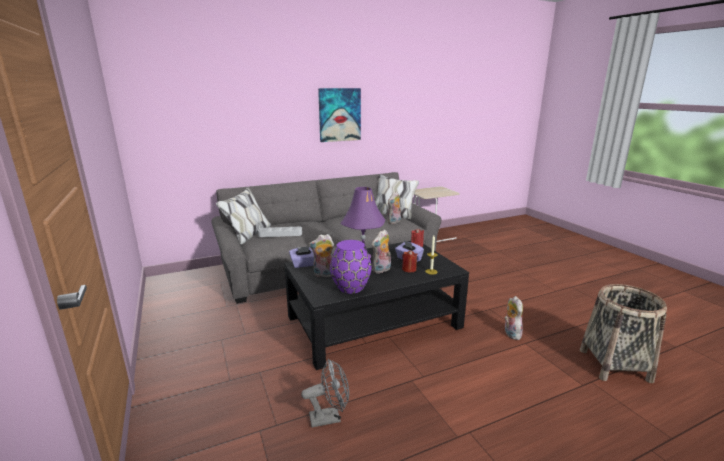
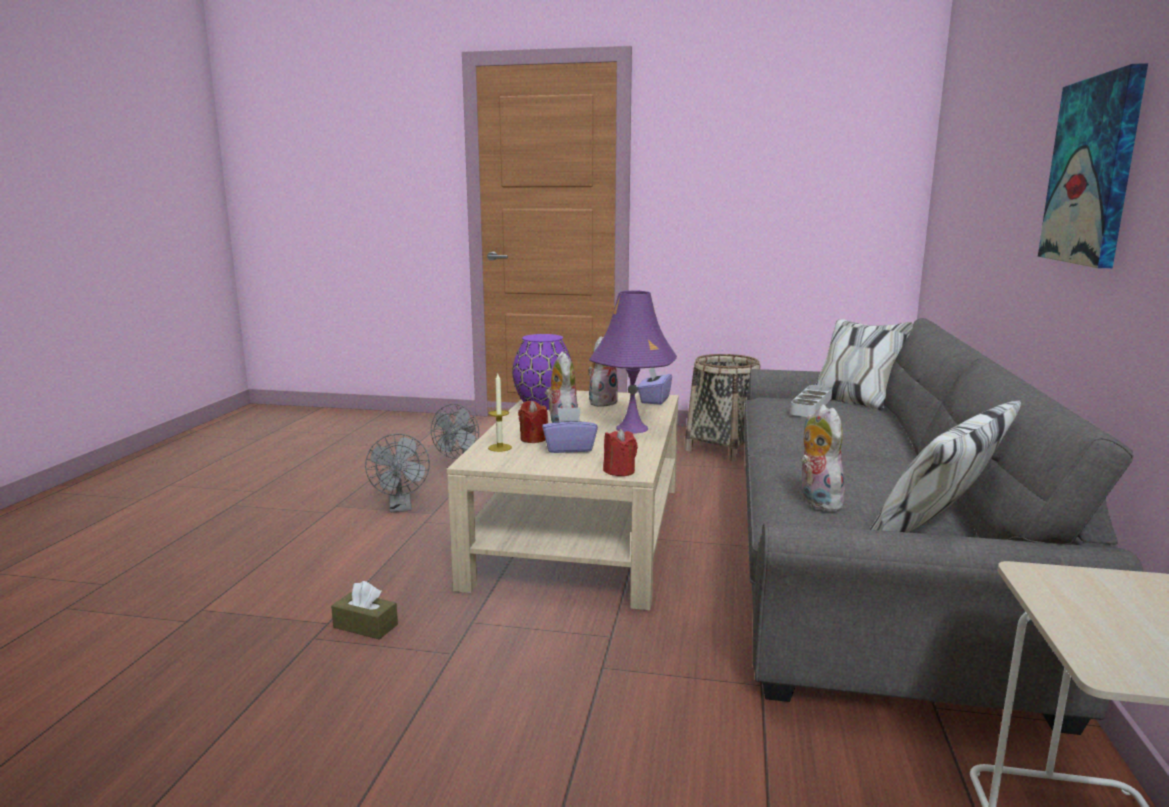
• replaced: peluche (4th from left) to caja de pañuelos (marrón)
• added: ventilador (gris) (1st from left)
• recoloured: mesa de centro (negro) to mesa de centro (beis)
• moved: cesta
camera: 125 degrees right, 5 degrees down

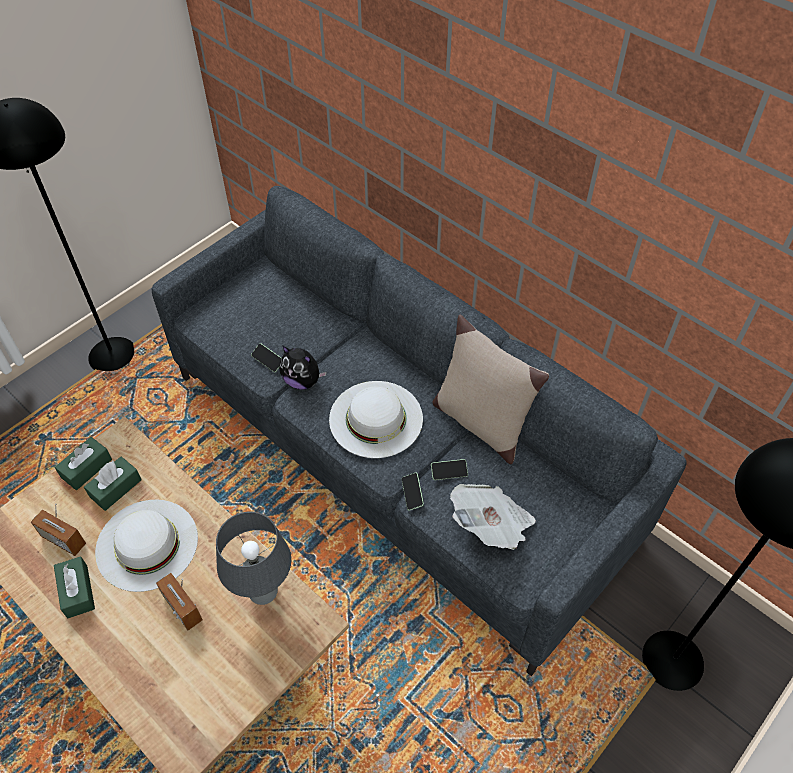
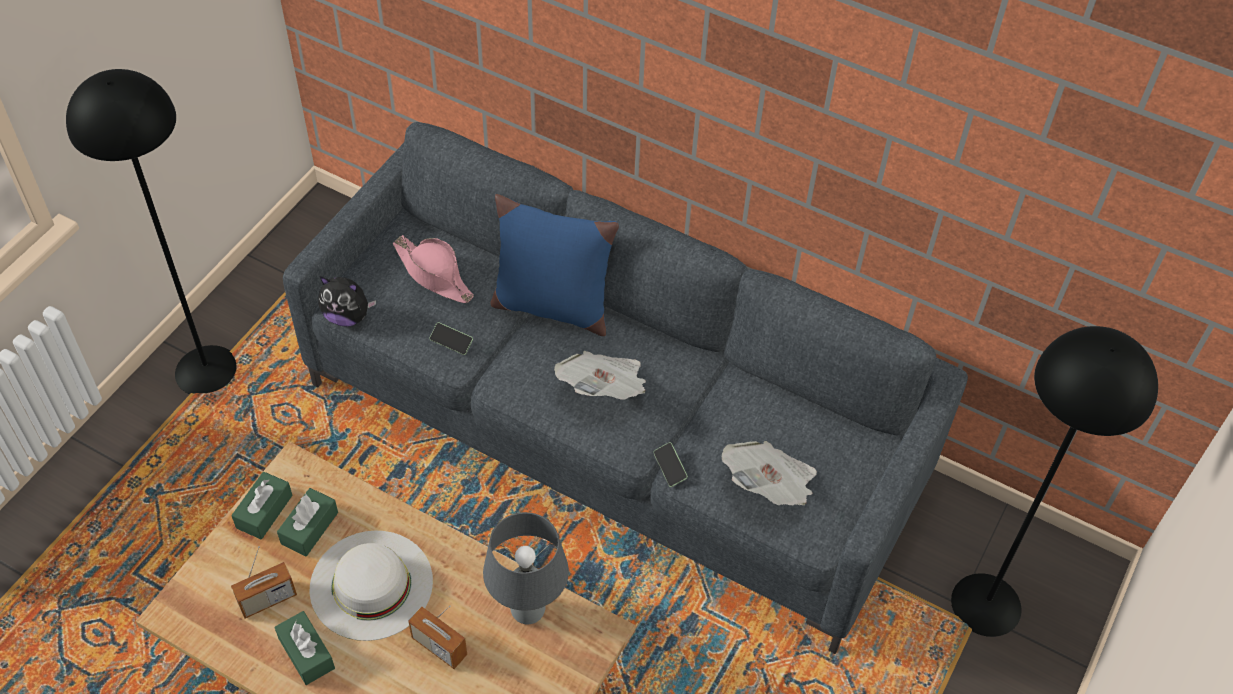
• turned: radio (1st from left) 45 degrees counterclockwise
• moved: peluche
• added: sombrero (rosa)
• added: cojín (azul)
• replaced: sombrero (blanco) (2nd from left) to periódico (1st from left)
• removed: móvil (3rd from left)
• removed: cojín (beis)
camera: 15 degrees left, 0 degrees up

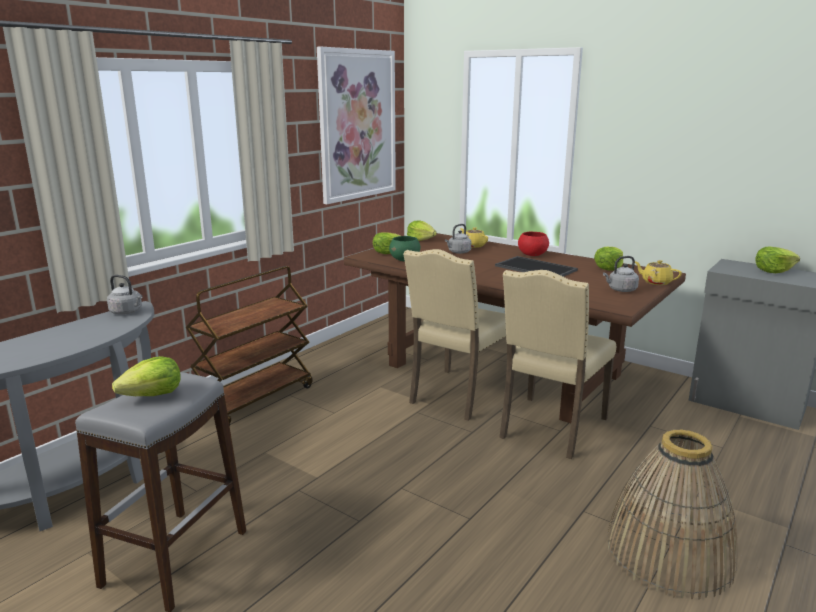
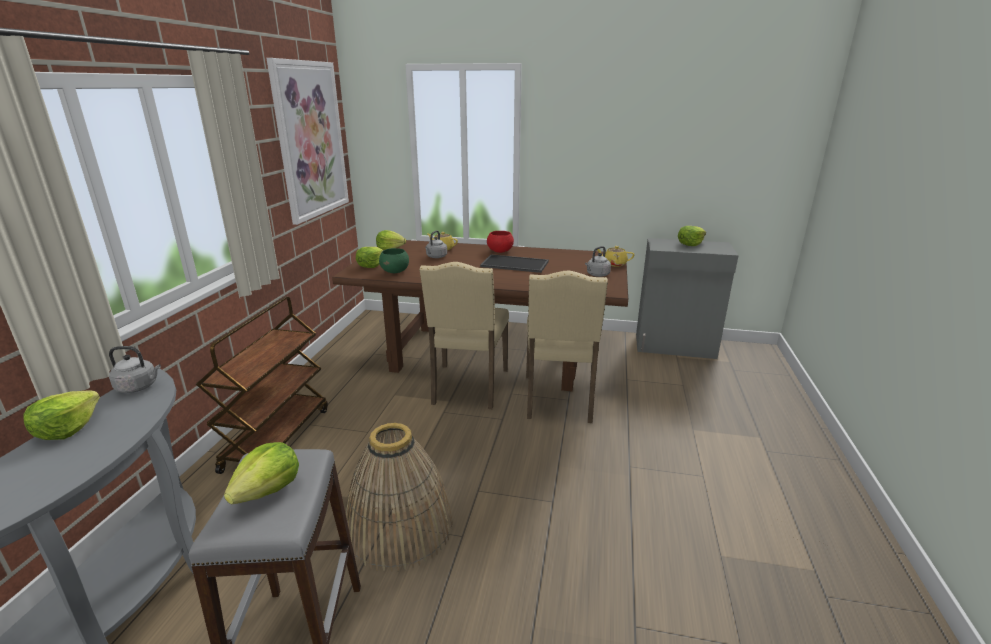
• moved: lechuga (4th from left in the first image) to lechuga (1st from left)
• moved: cesta
camera: 25 degrees left, 5 degrees up

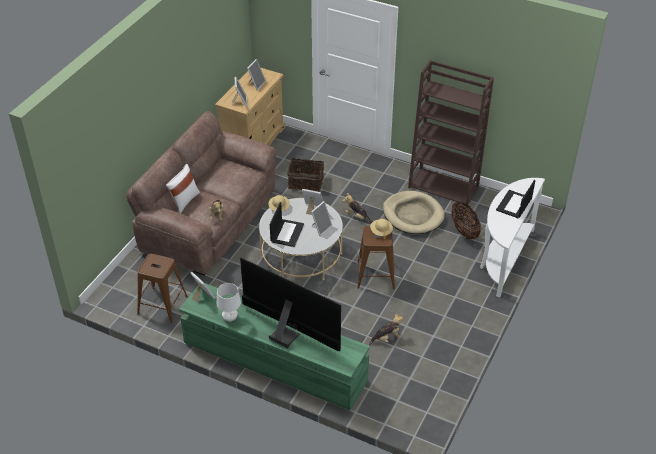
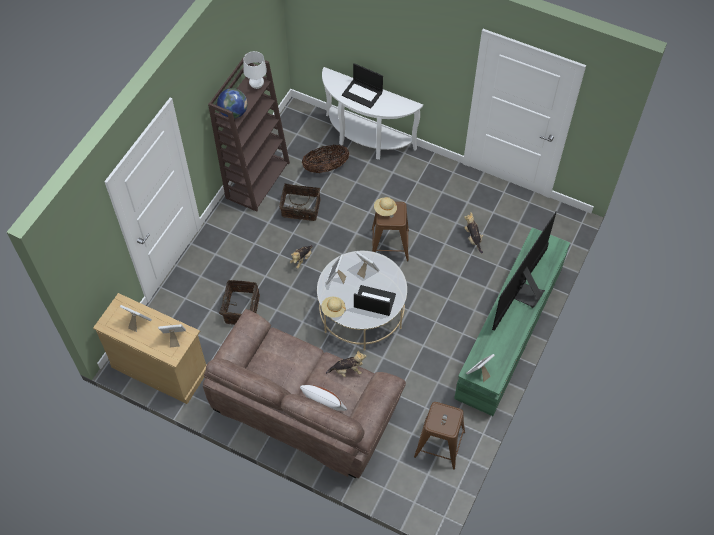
• added: globo terráqueo
• moved: lámpara de mesa (blanco)
• replaced: cama para perro (beis) to cesta (2nd from left)
camera: 90 degrees left, 15 degrees up

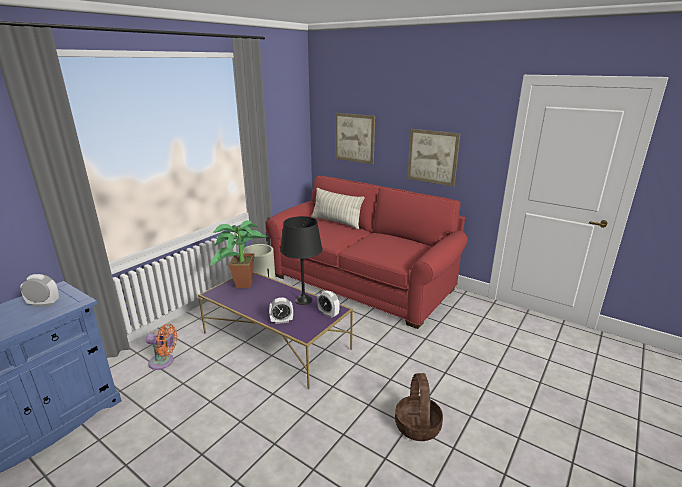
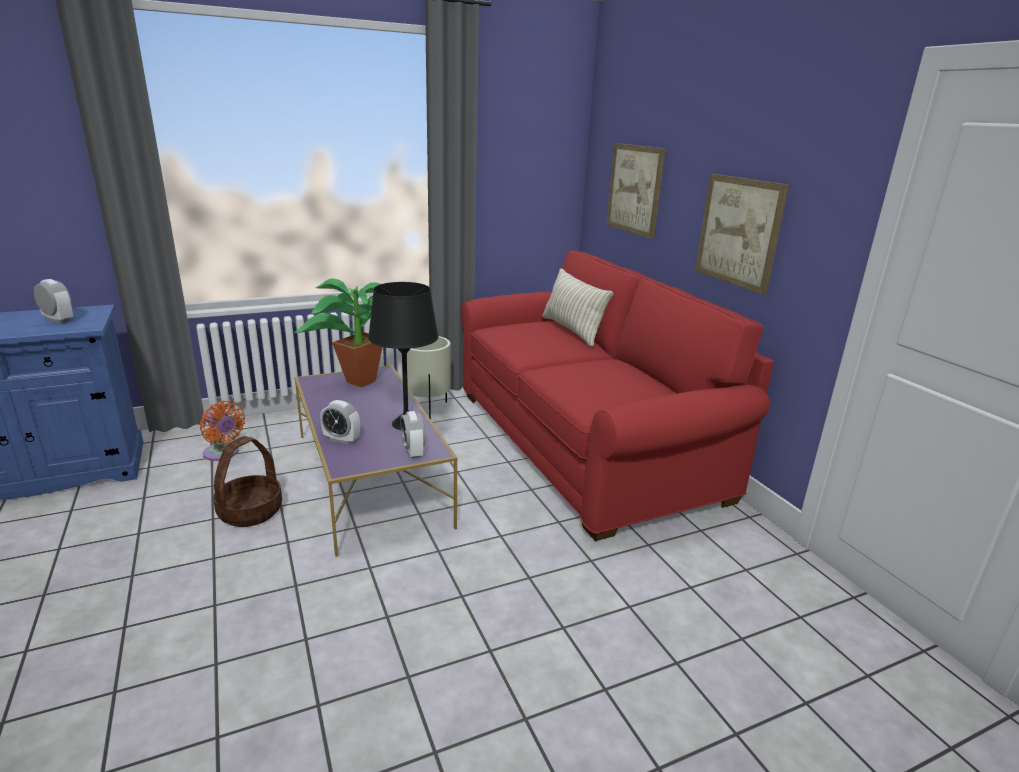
• moved: cesta
camera: 30 degrees right, 0 degrees up

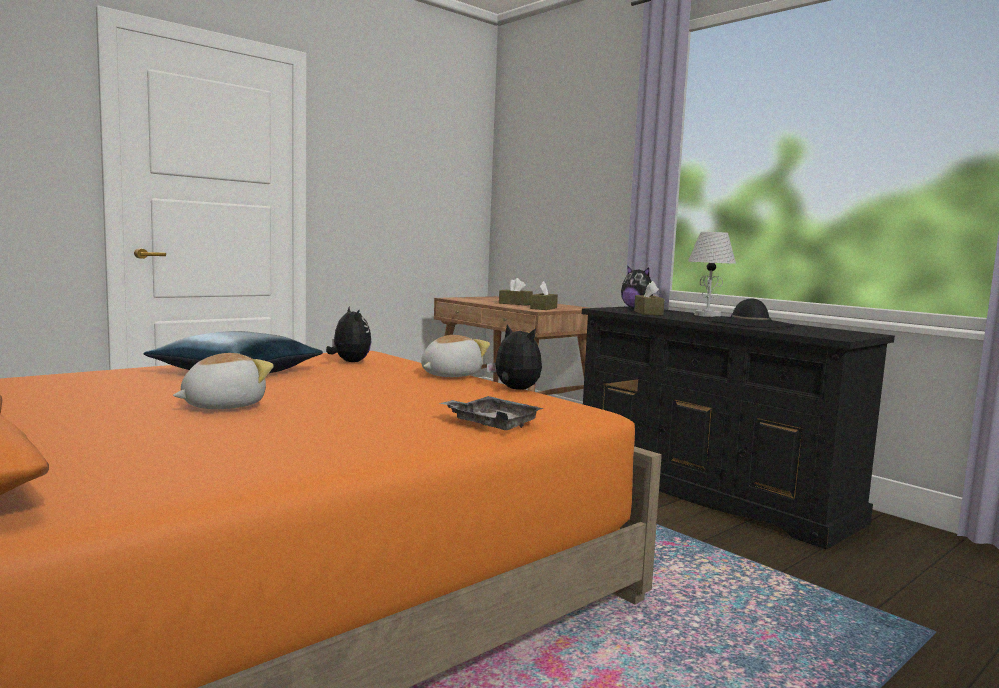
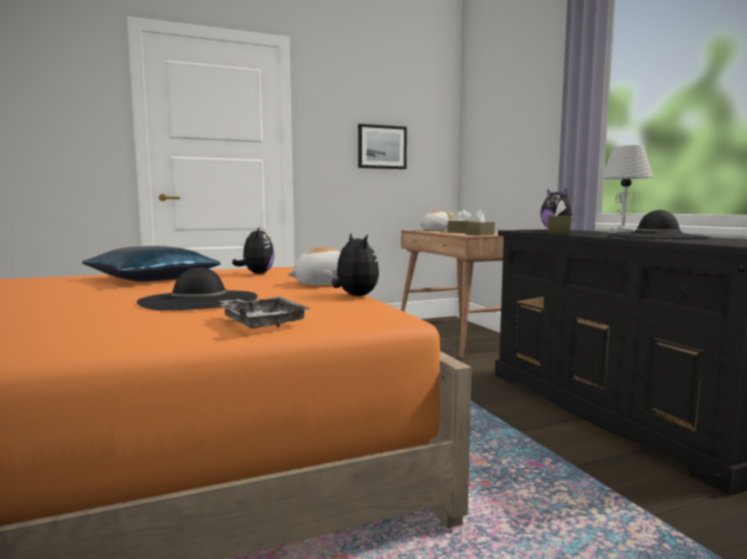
• added: sombrero (negro) (1st from left)
• added: cuadro
• moved: peluche (1st from left in the first image) to peluche (4th from left)
camera: 20 degrees right, 0 degrees up

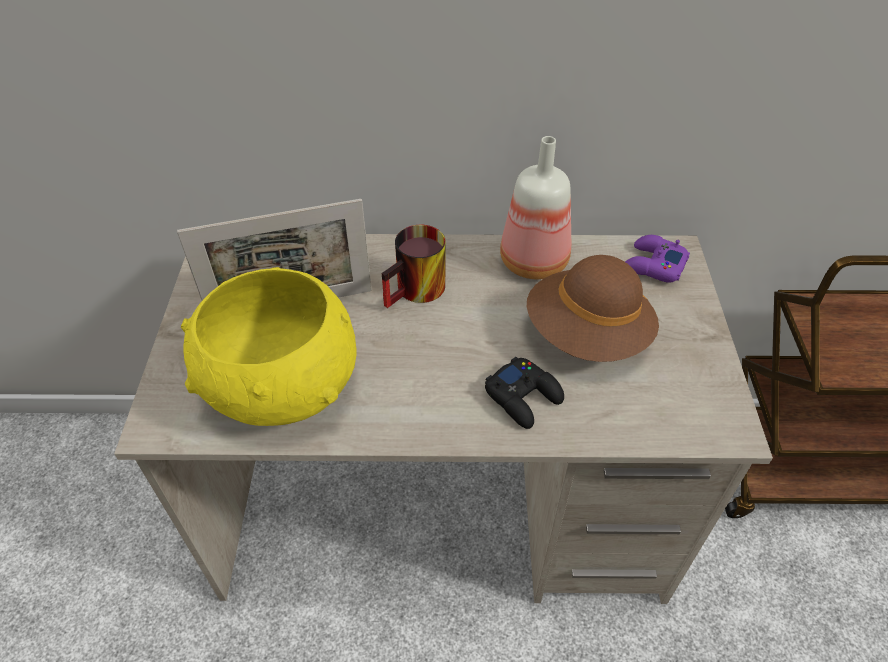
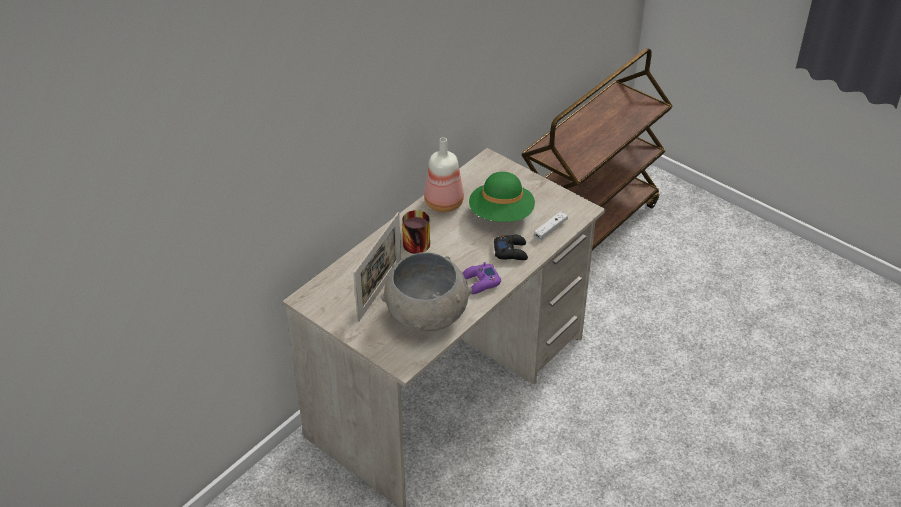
• recoloured: cuenco (amarillo) to cuenco (gris)
• moved: mando de consola (morado)
• recoloured: sombrero (marrón) to sombrero (verde)
• added: mando de consola (blanco)
camera: 50 degrees left, 5 degrees down

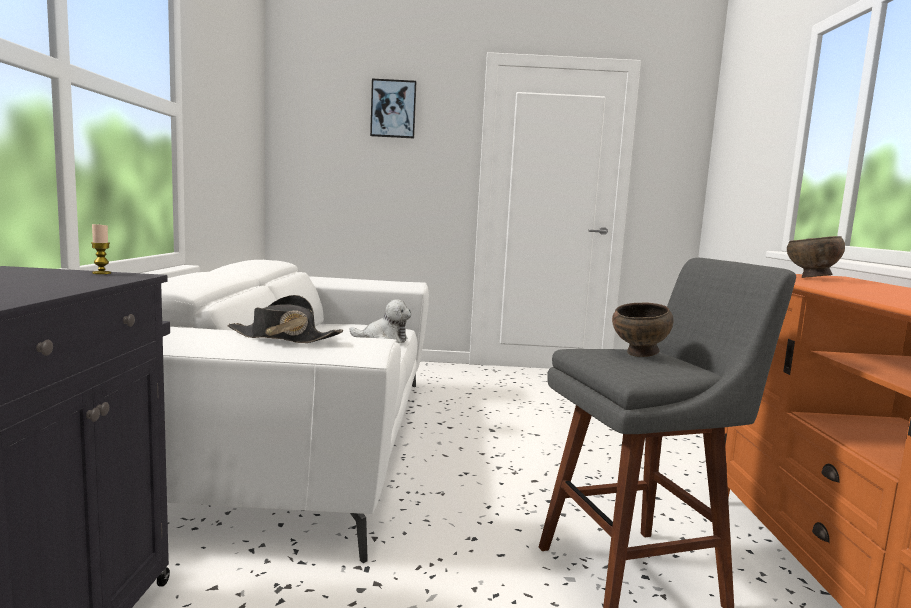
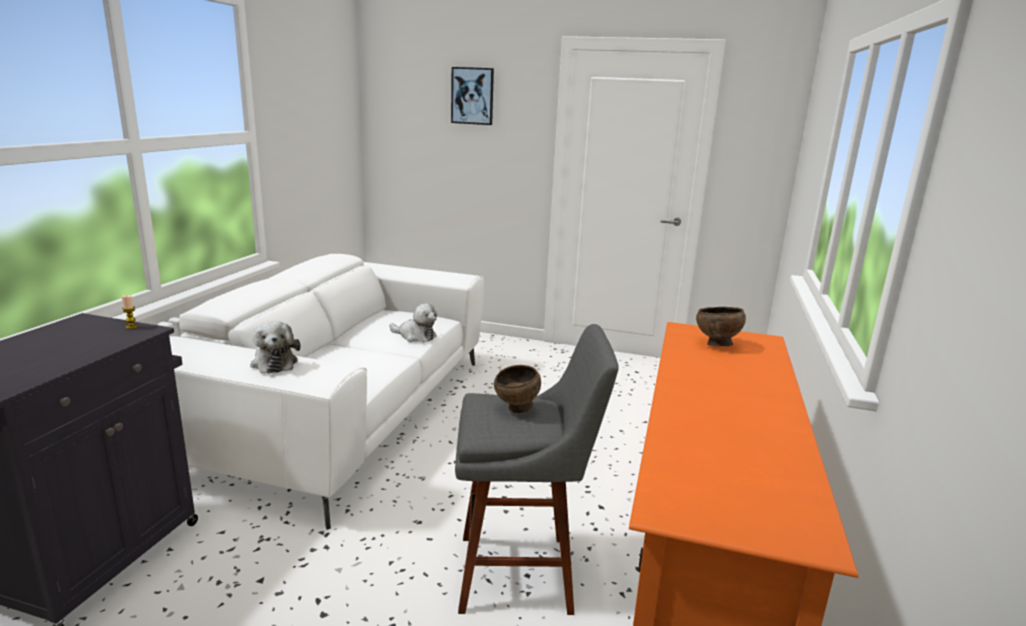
• replaced: sombrero (negro) to peluche (1st from left)
camera: 15 degrees right, 10 degrees up

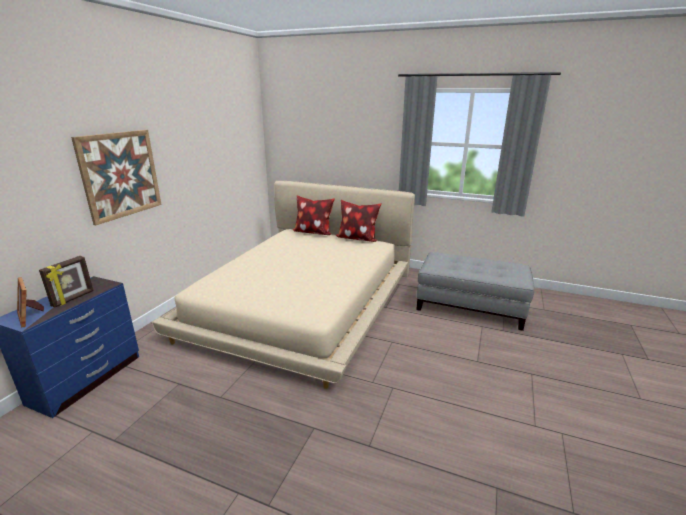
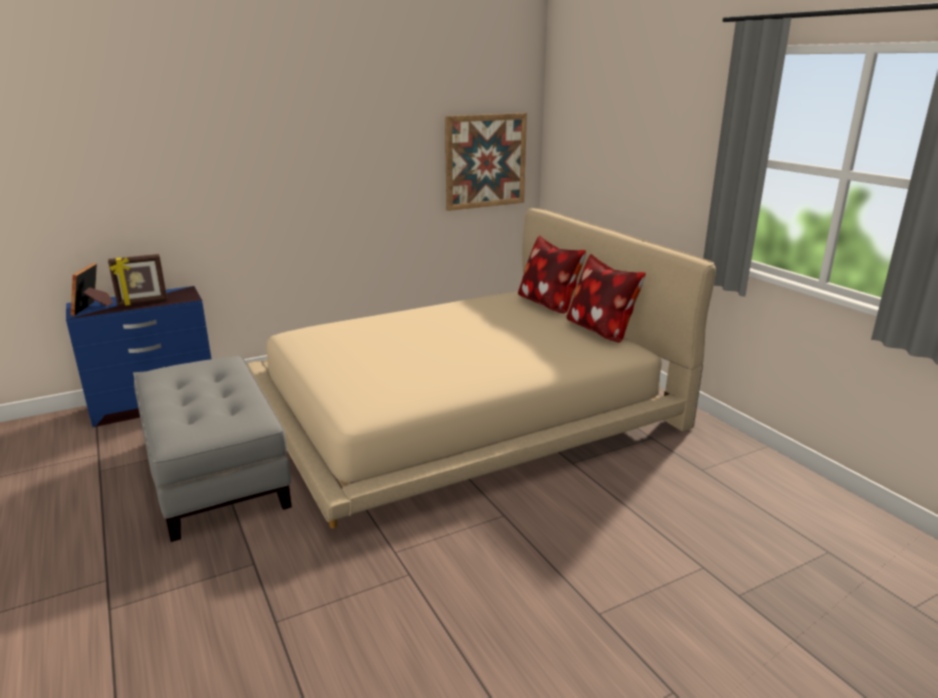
• moved: puf (gris)
• moved: cuadro
camera: 40 degrees right, 0 degrees up

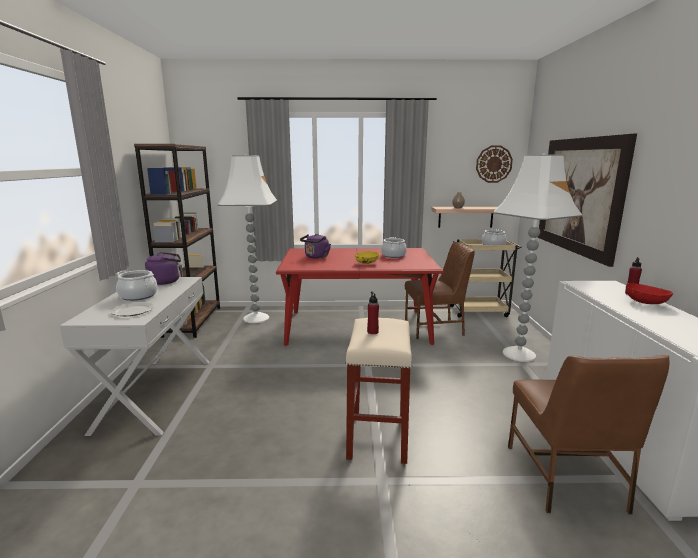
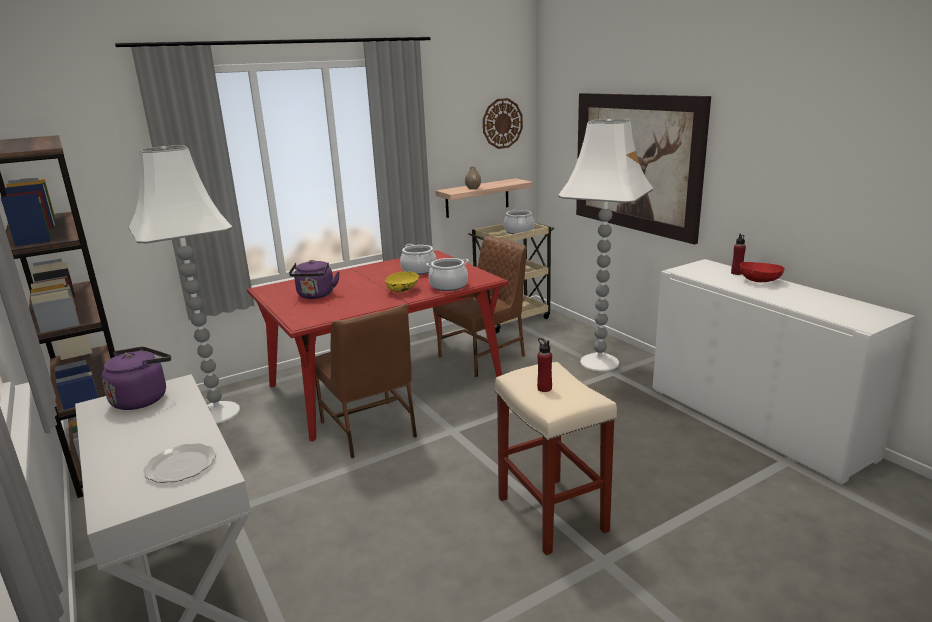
• moved: silla (marrón) (2nd from left in the first image) to silla (marrón) (1st from left)
• moved: olla (1st from left in the first image) to olla (2nd from left)
camera: 30 degrees left, 5 degrees up

